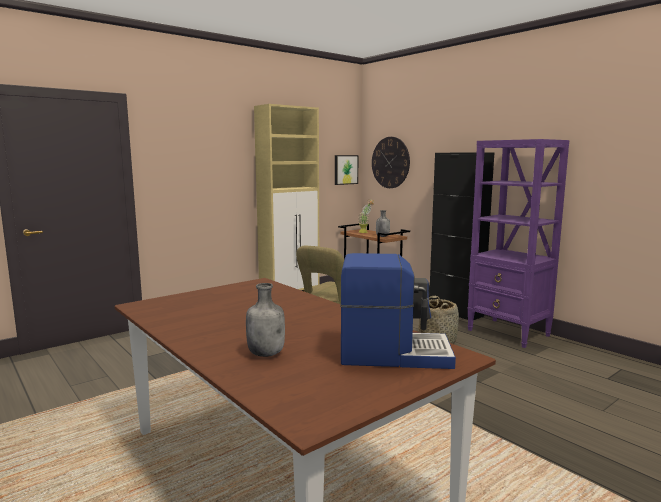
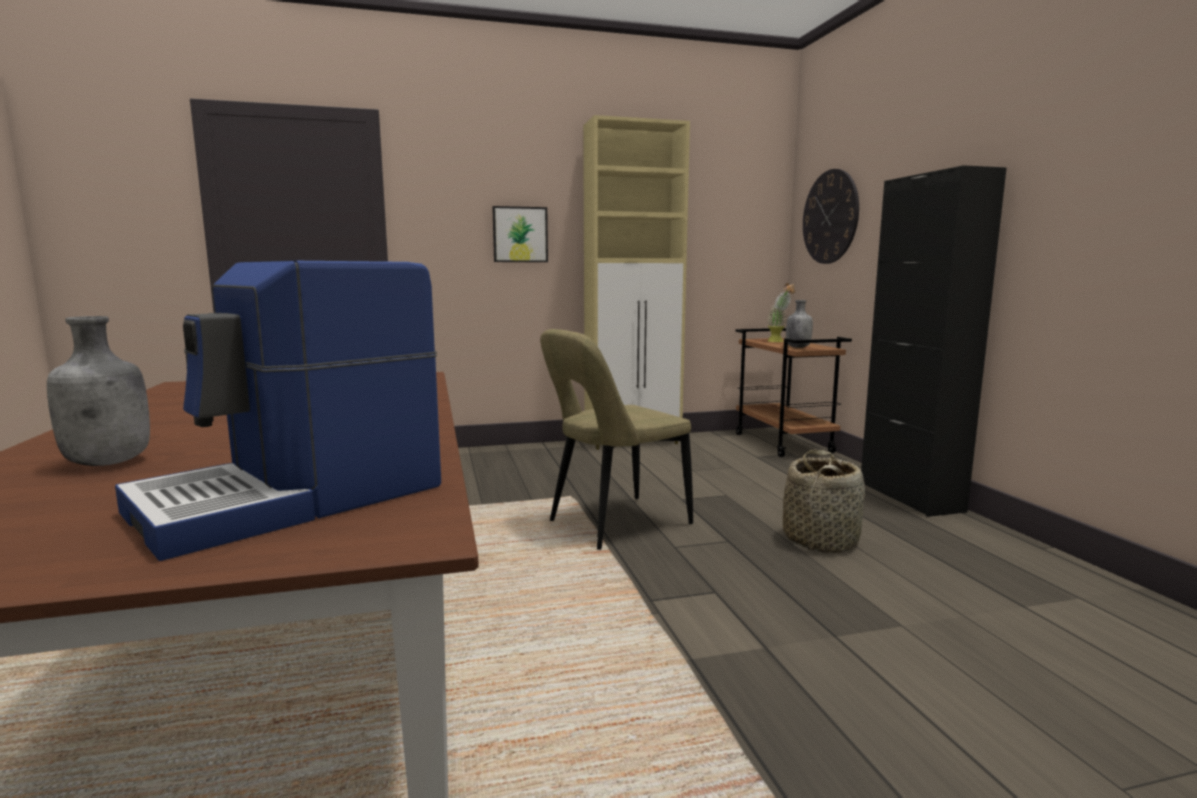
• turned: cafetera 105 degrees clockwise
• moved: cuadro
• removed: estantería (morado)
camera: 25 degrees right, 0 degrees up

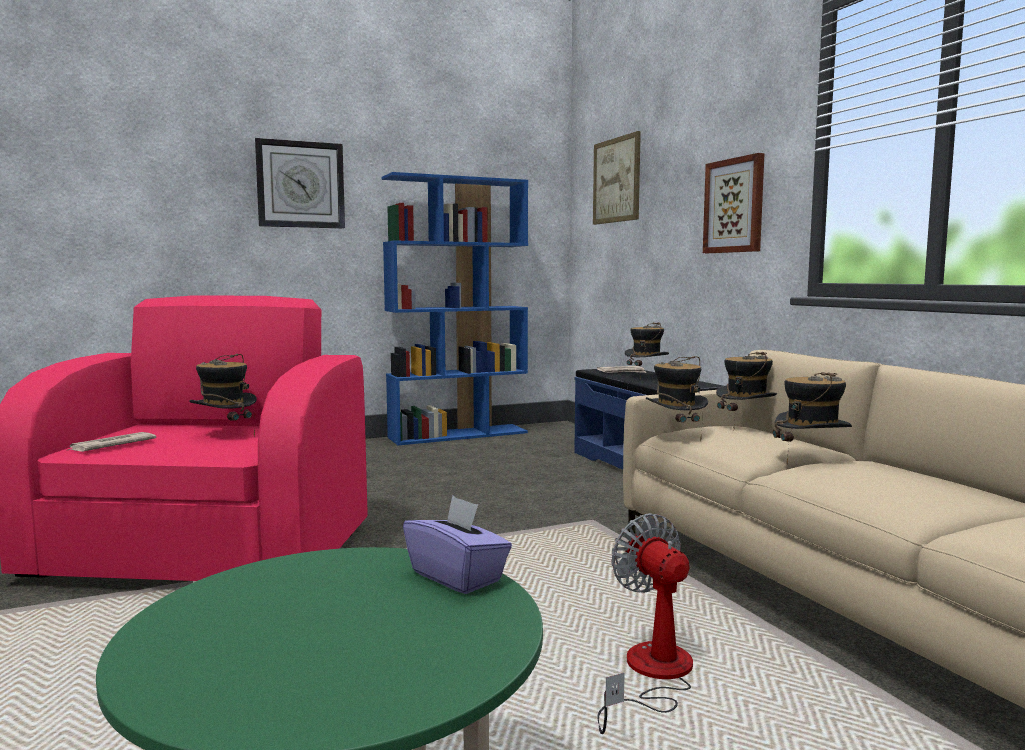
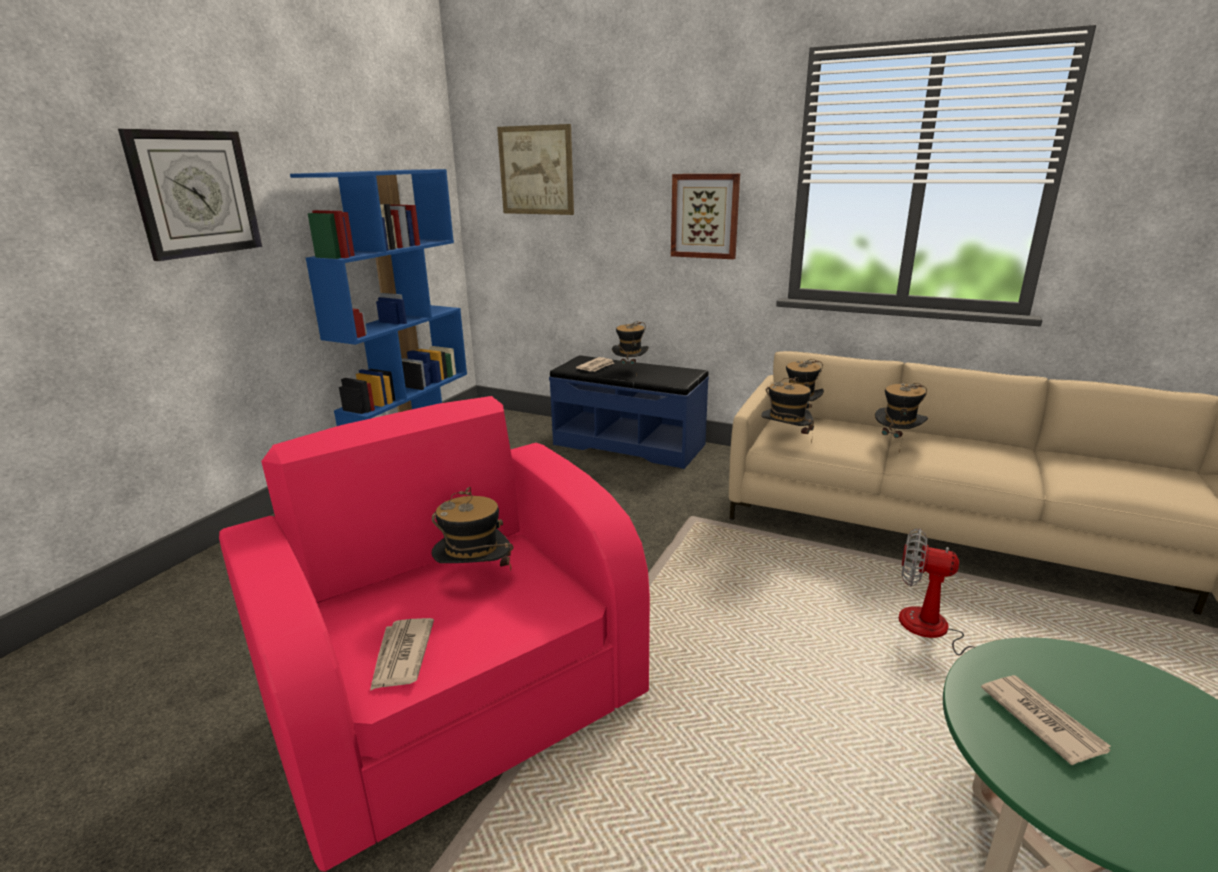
• added: periódico (3rd from left)
• removed: caja de pañuelos (morado)
camera: 40 degrees left, 15 degrees up

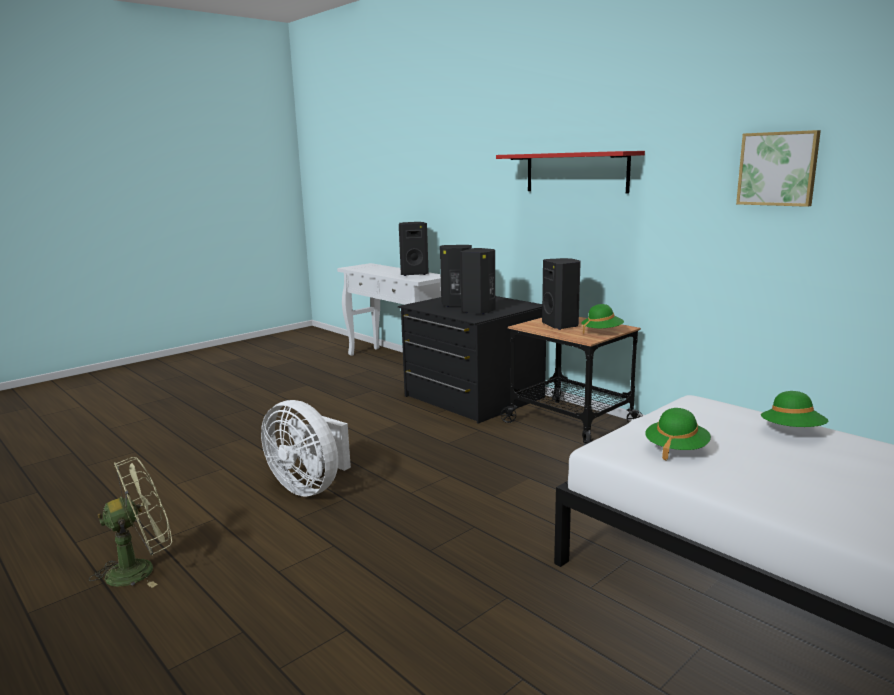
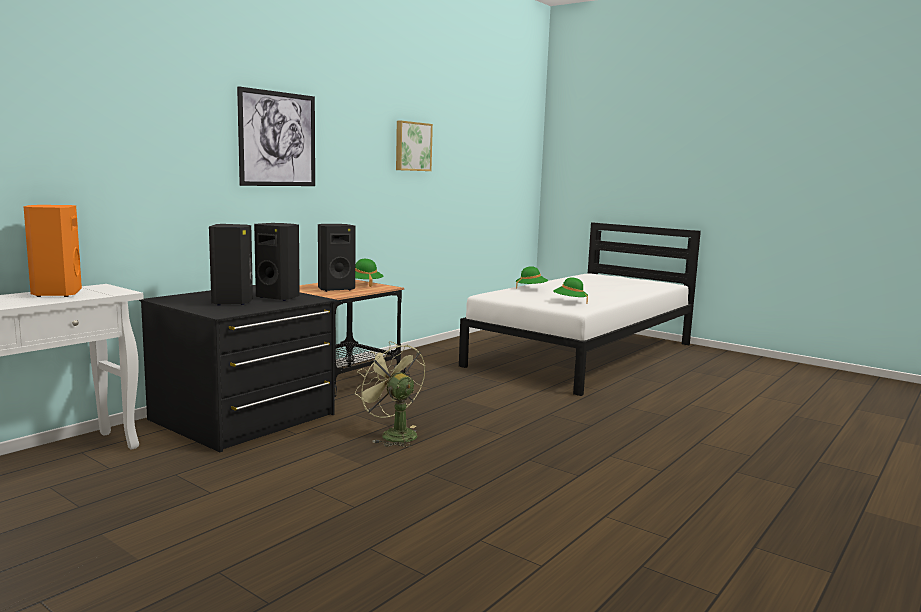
• recoloured: altavoz (negro) (1st from left) to altavoz (naranja)
• replaced: estante (rojo) to cuadro (1st from left)
• moved: ventilador (verde)
• removed: ventilador (blanco)
camera: 100 degrees left, 5 degrees down

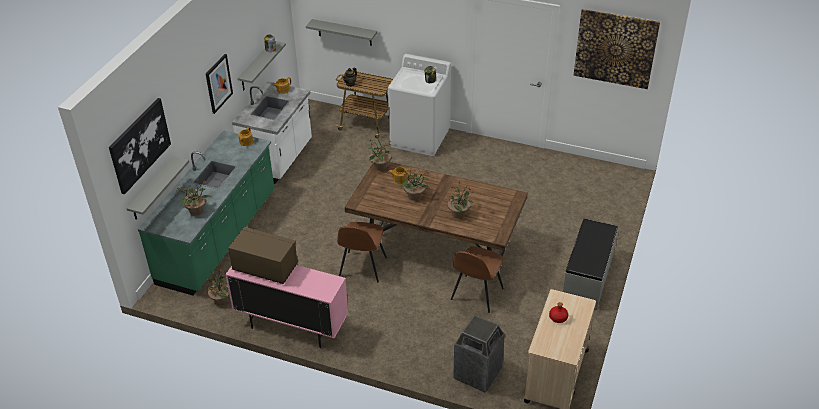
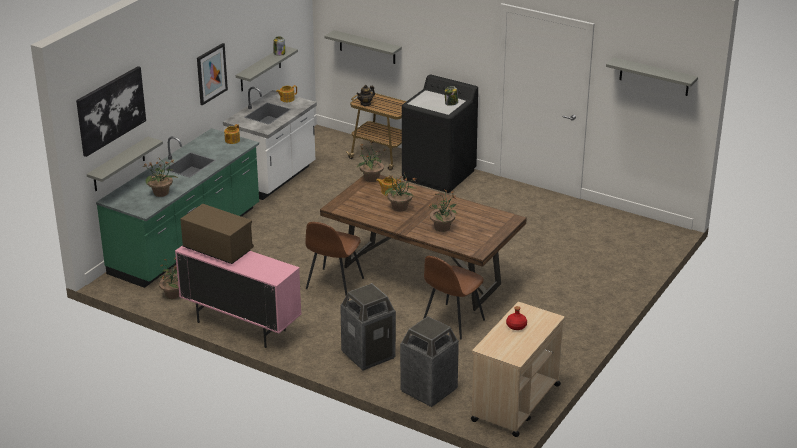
• added: papelera (1st from left)
• recoloured: lavadora (blanco) to lavadora (negro)
• replaced: cuadro (3rd from left) to estante (gris) (4th from left)
• removed: banco (gris)
camera: 10 degrees right, 10 degrees down

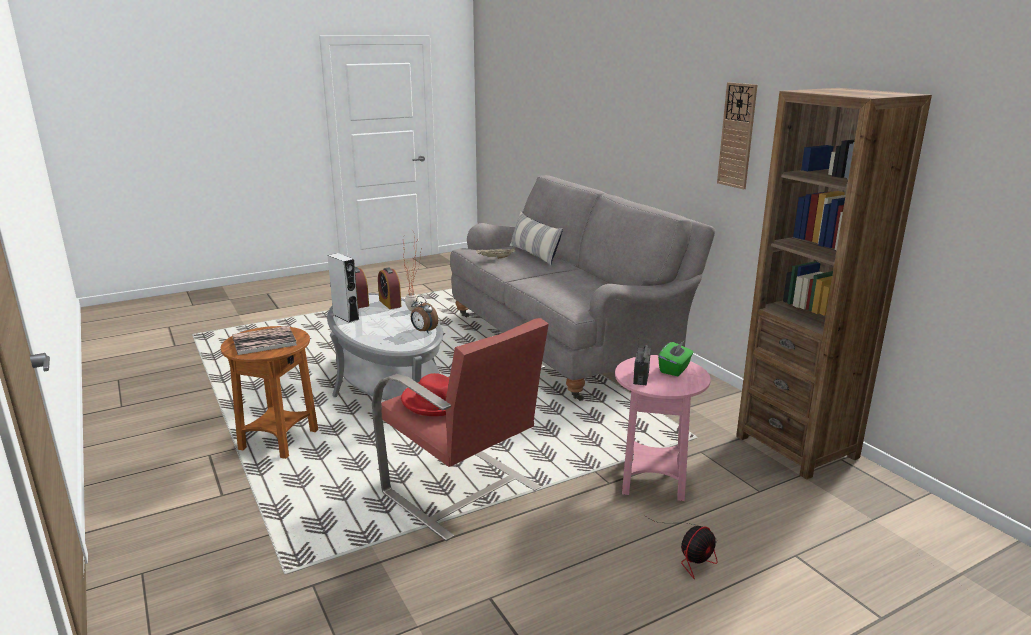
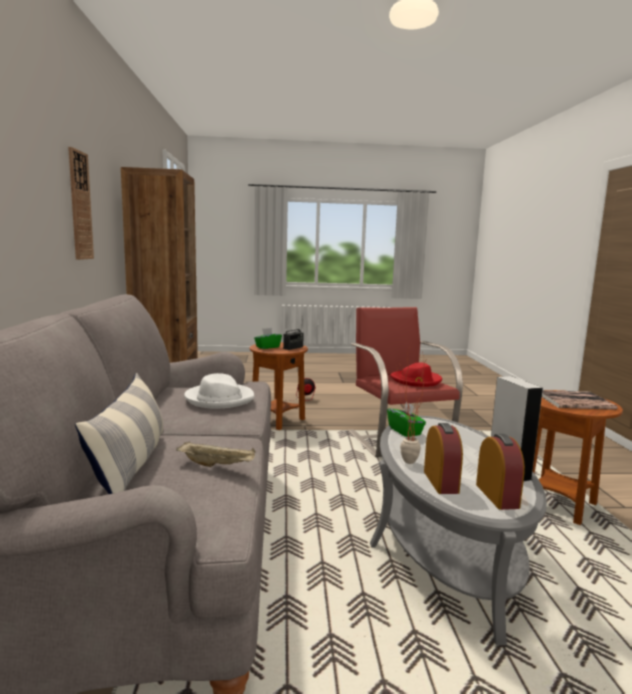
• added: sombrero (blanco)
• recoloured: mesa auxiliar (rosa) to mesa auxiliar (marrón) (1st from left)
• replaced: despertador (3rd from left) to caja de pañuelos (verde) (2nd from left)
camera: 155 degrees left, 10 degrees down

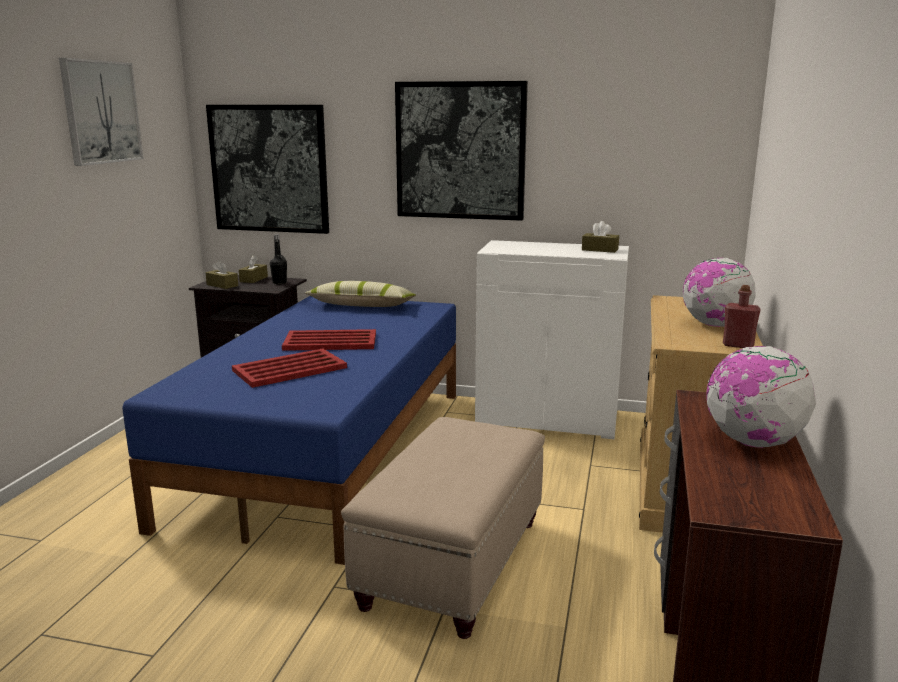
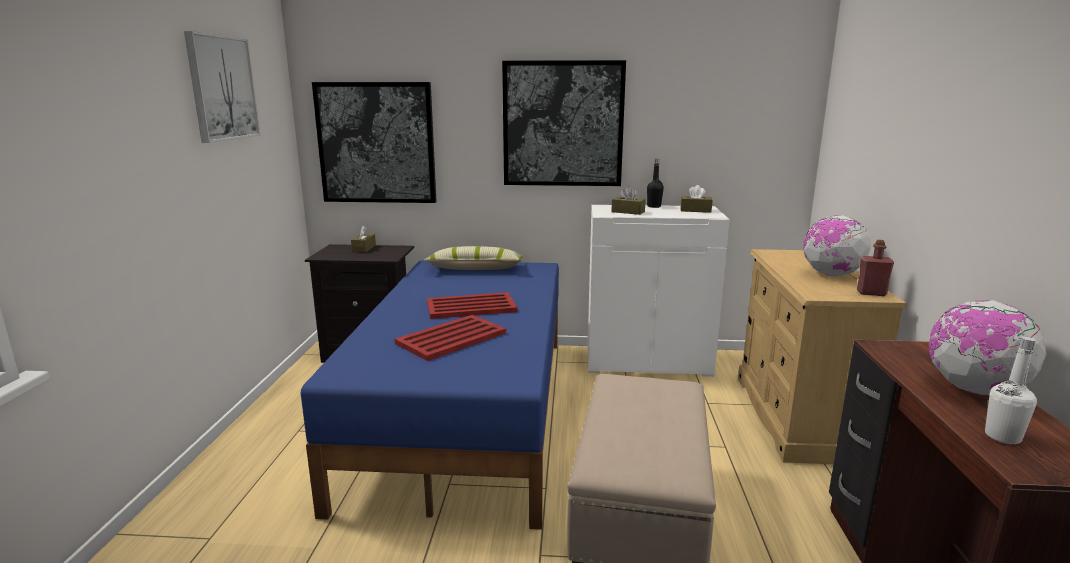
• moved: caja de pañuelos (marrón) (1st from left in the first image) to caja de pañuelos (marrón) (2nd from left)
• moved: botella (negro)
• added: botella (blanco)
camera: 10 degrees left, 0 degrees up

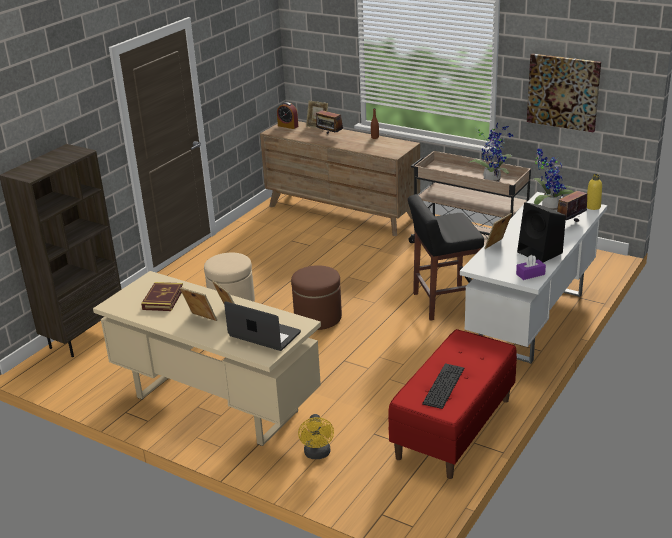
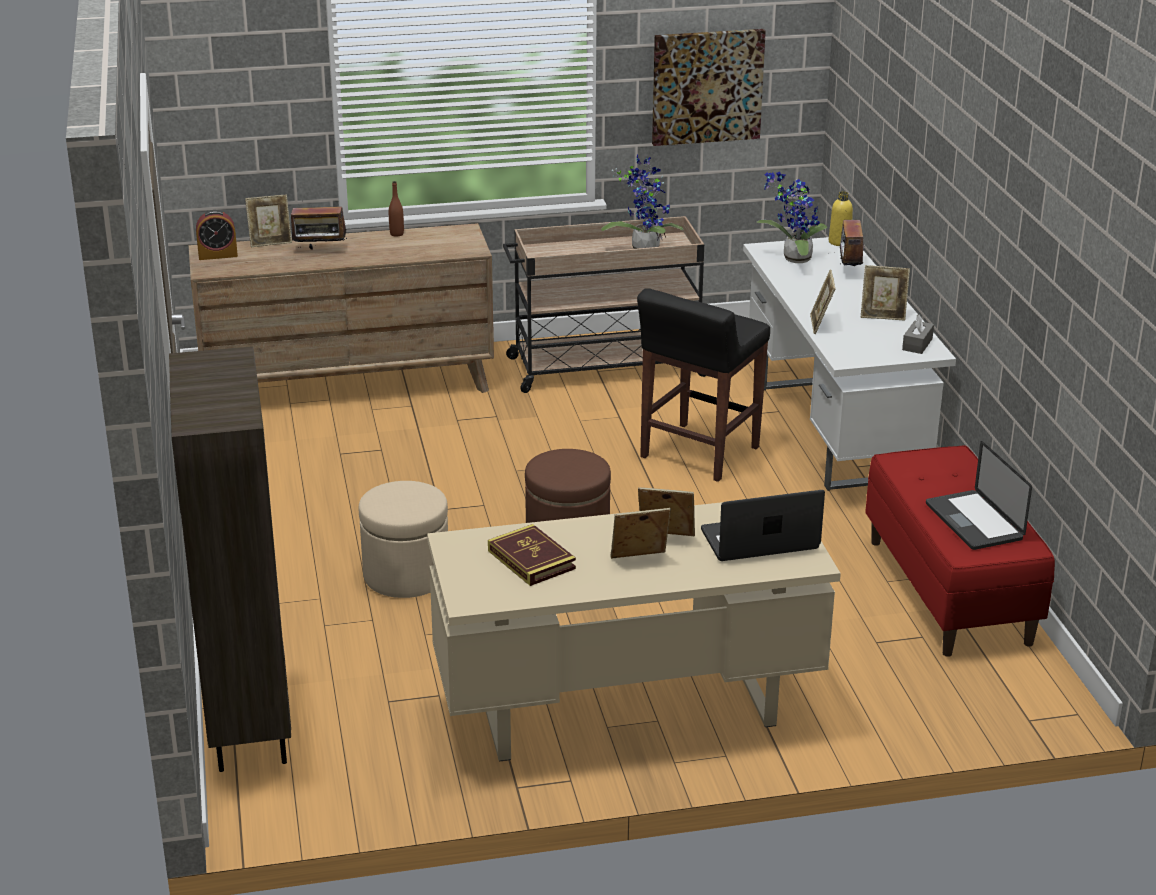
• replaced: altavoz (negro) to portarretratos (5th from left)
• recoloured: caja de pañuelos (morado) to caja de pañuelos (gris)
• replaced: teclado to portátil (2nd from left)
• removed: ventilador (amarillo)
camera: 45 degrees left, 0 degrees up

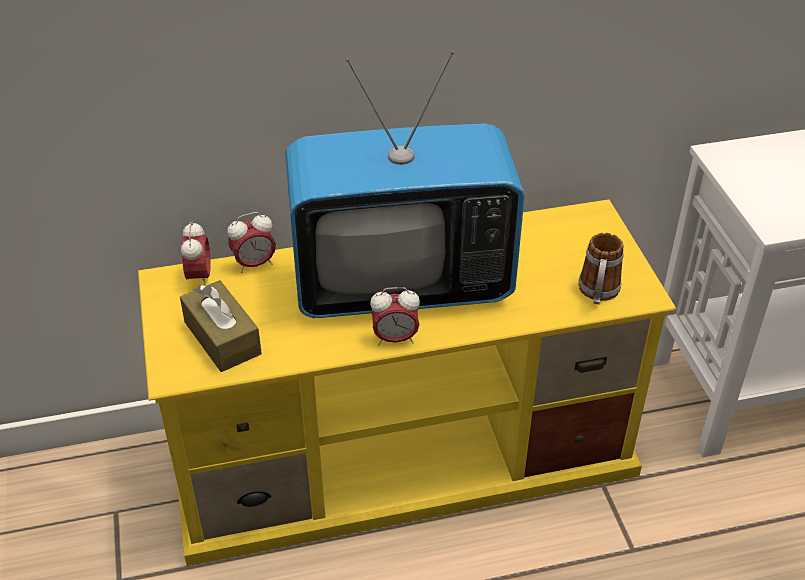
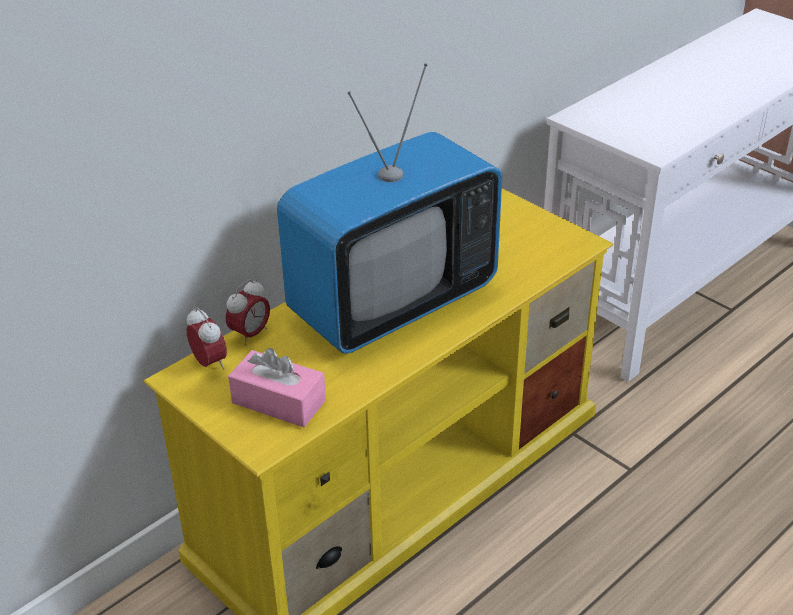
• recoloured: caja de pañuelos (marrón) to caja de pañuelos (rosa)
• removed: despertador (3rd from left)
• removed: taza grande
camera: 30 degrees left, 5 degrees down

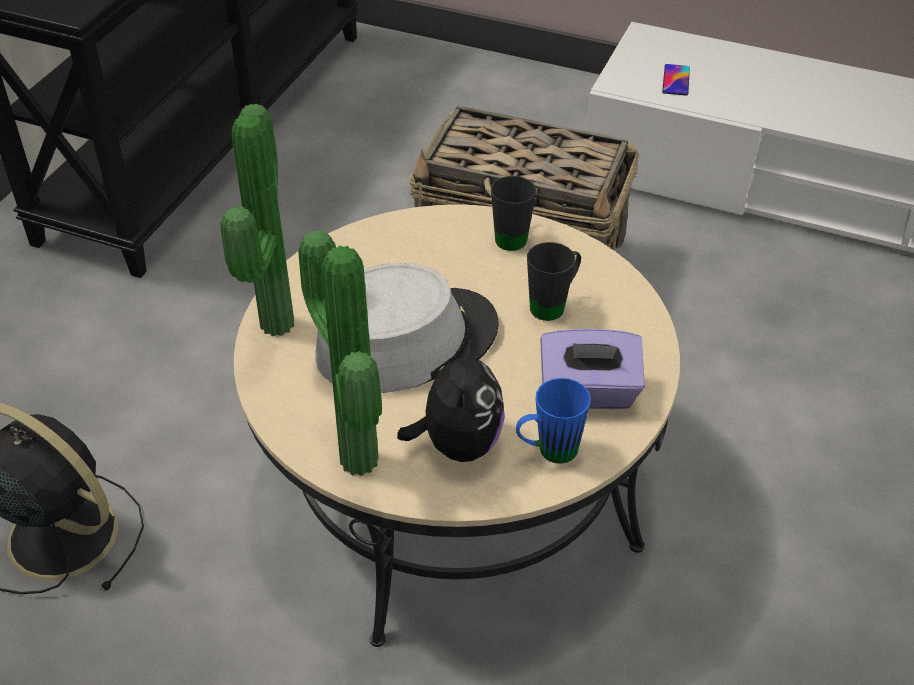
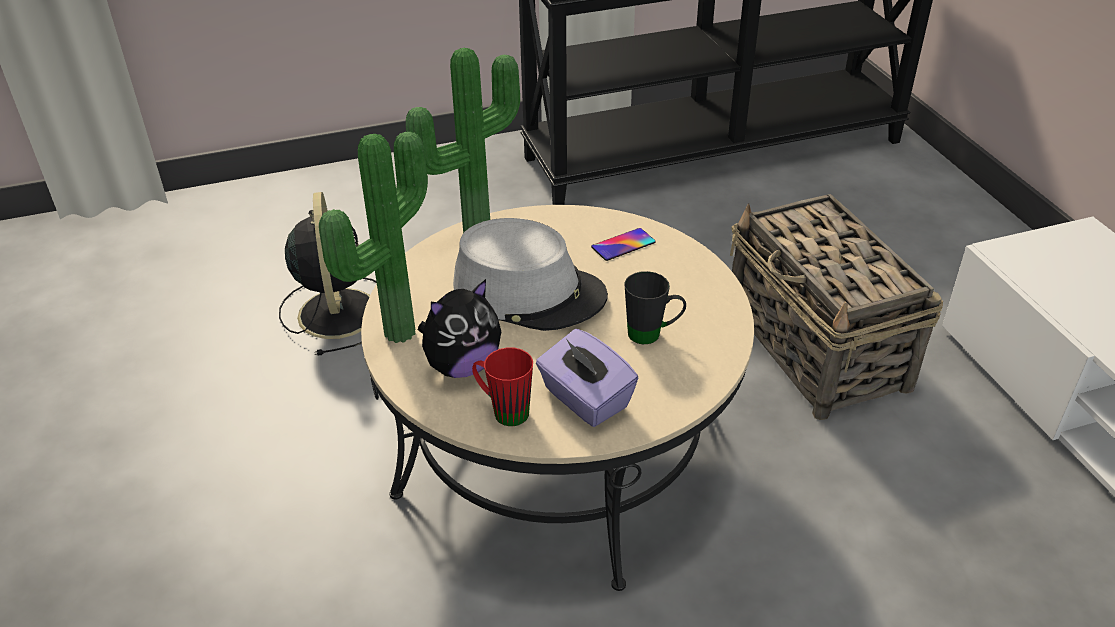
• recoloured: taza grande (azul) to taza grande (rojo)
• moved: móvil
• removed: taza grande (negro) (1st from left)
camera: 50 degrees right, 5 degrees down

